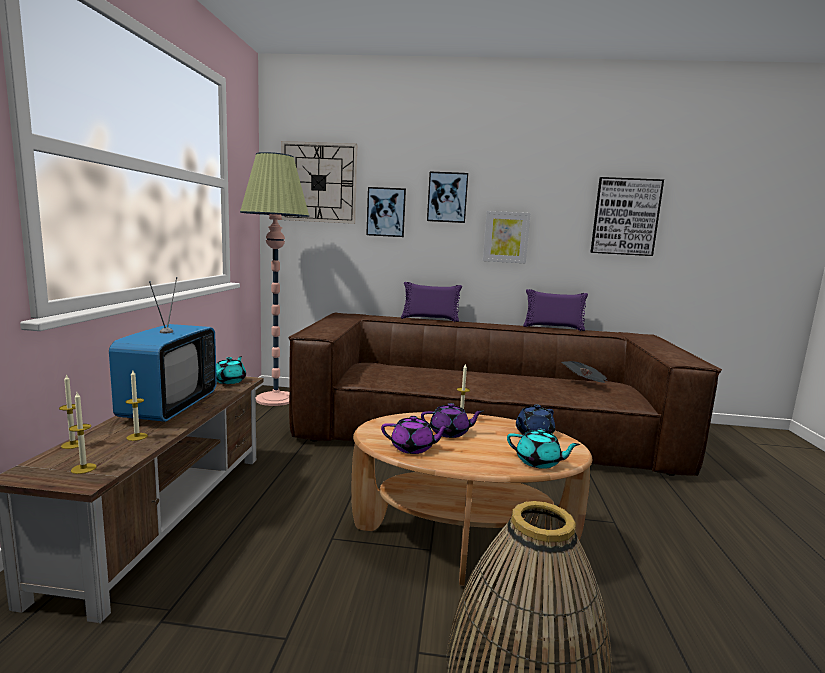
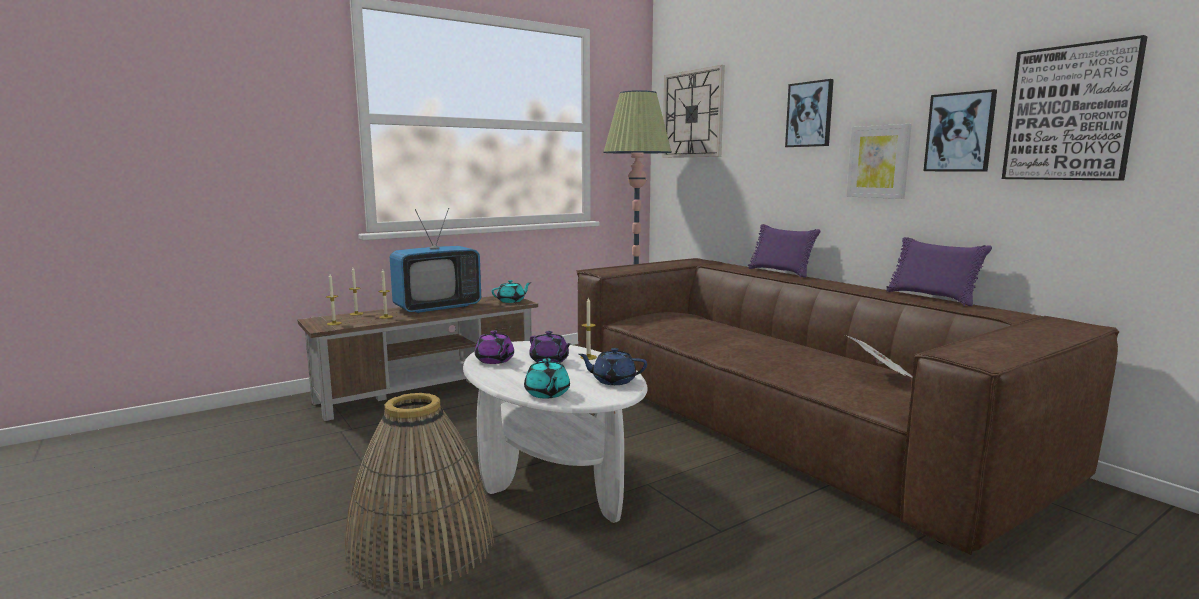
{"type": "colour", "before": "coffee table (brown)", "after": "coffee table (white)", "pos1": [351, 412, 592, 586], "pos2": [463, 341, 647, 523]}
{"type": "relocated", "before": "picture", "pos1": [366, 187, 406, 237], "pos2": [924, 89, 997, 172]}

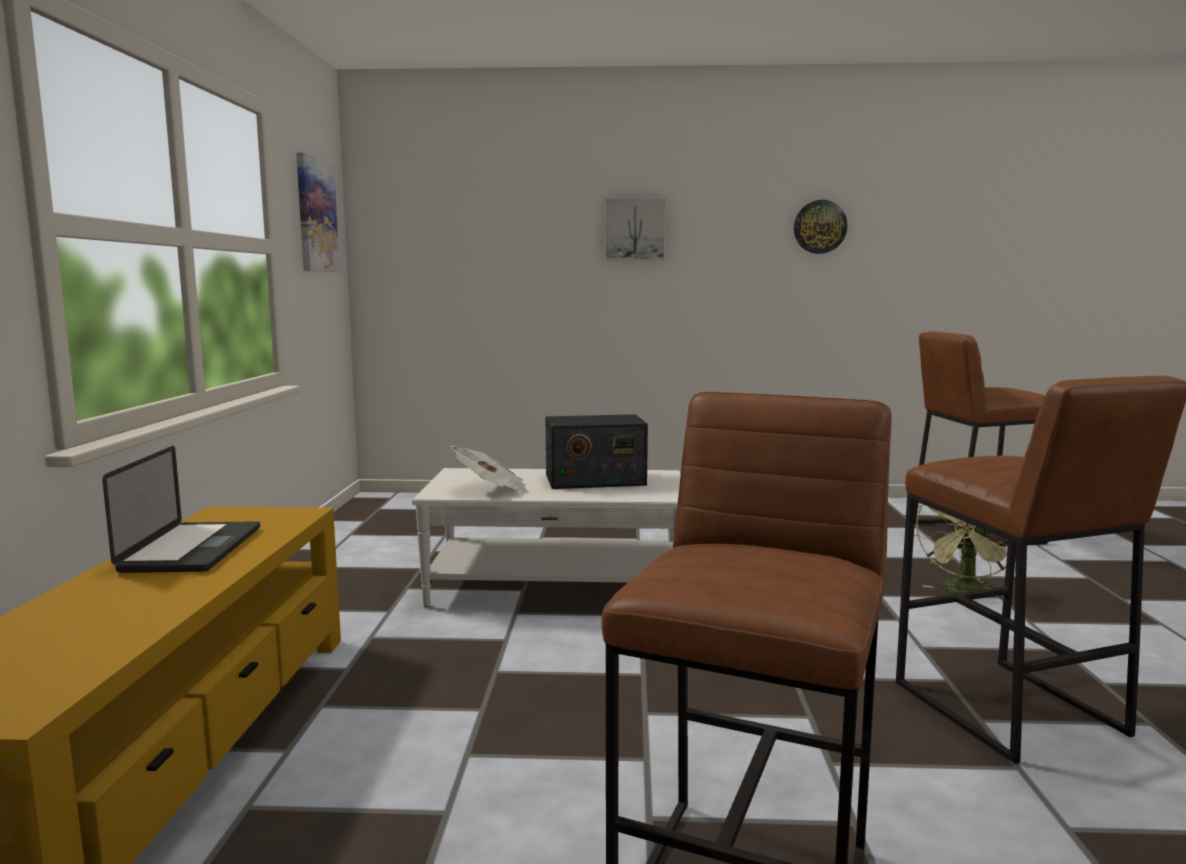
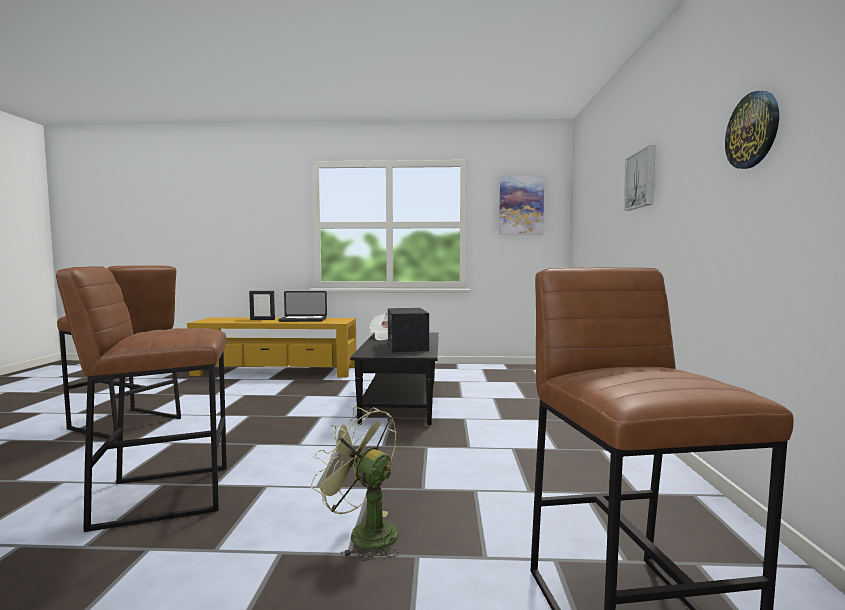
{"type": "appeared", "after": "picture frame", "pos2": [249, 291, 275, 320]}
{"type": "colour", "before": "coffee table (white)", "after": "coffee table (black)", "pos1": [412, 468, 681, 608], "pos2": [350, 332, 439, 426]}

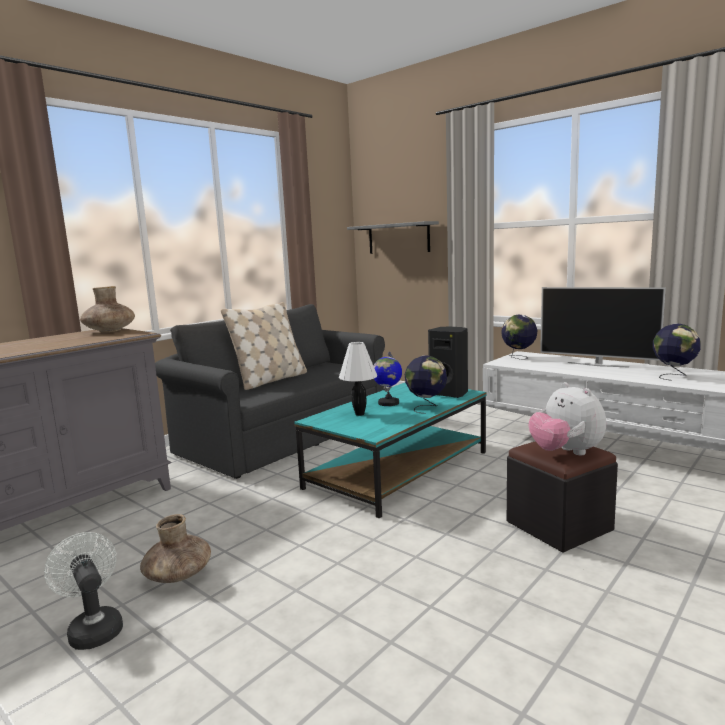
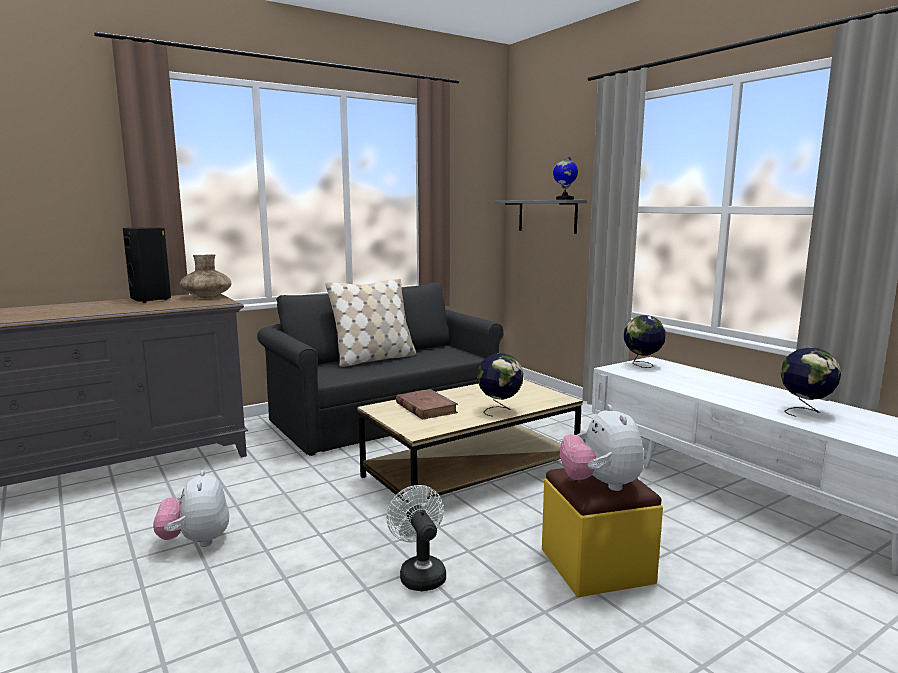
{"type": "relocated", "before": "speaker (black)", "pos1": [428, 327, 468, 398], "pos2": [123, 227, 171, 303]}
{"type": "exchanged", "before": "vase (brown)", "after": "plush toy", "pos1": [140, 514, 211, 583], "pos2": [153, 470, 229, 547]}
{"type": "colour", "before": "coffee table (turquoise)", "after": "coffee table (beige)", "pos1": [294, 383, 487, 518], "pos2": [357, 380, 583, 504]}
{"type": "relocated", "before": "fan (white)", "pos1": [44, 532, 123, 650], "pos2": [386, 485, 446, 591]}
{"type": "exchanged", "before": "table lamp (white)", "after": "book (brown)", "pos1": [339, 342, 377, 416], "pos2": [396, 389, 458, 420]}
{"type": "colour", "before": "ottoman (black)", "after": "ottoman (yellow)", "pos1": [507, 441, 618, 553], "pos2": [542, 468, 663, 597]}
{"type": "relocated", "before": "globe", "pos1": [373, 352, 402, 406], "pos2": [553, 156, 578, 200]}
{"type": "missing", "before": "television", "pos1": [540, 287, 666, 367]}

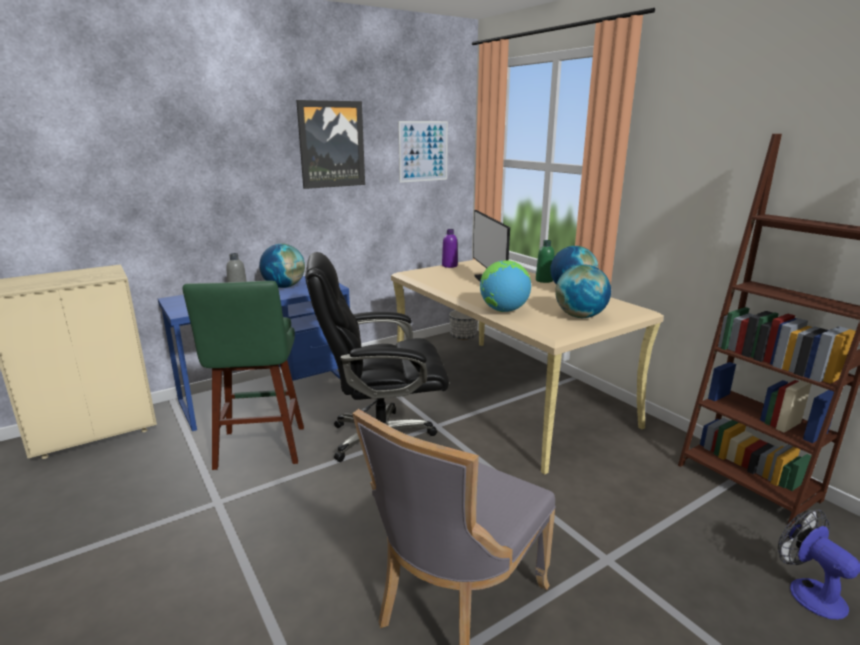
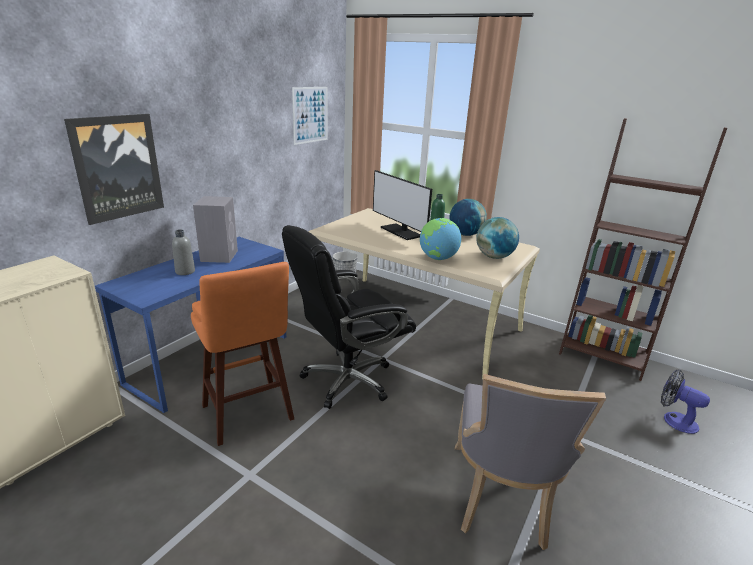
{"type": "relocated", "before": "picture", "pos1": [296, 100, 365, 189], "pos2": [64, 114, 164, 225]}
{"type": "colour", "before": "stool (green)", "after": "stool (orange)", "pos1": [183, 281, 304, 470], "pos2": [191, 262, 294, 446]}
{"type": "exchanged", "before": "globe", "after": "speaker (grey)", "pos1": [259, 244, 305, 288], "pos2": [193, 196, 238, 263]}
{"type": "missing", "before": "bottle (purple)", "pos1": [442, 229, 458, 268]}

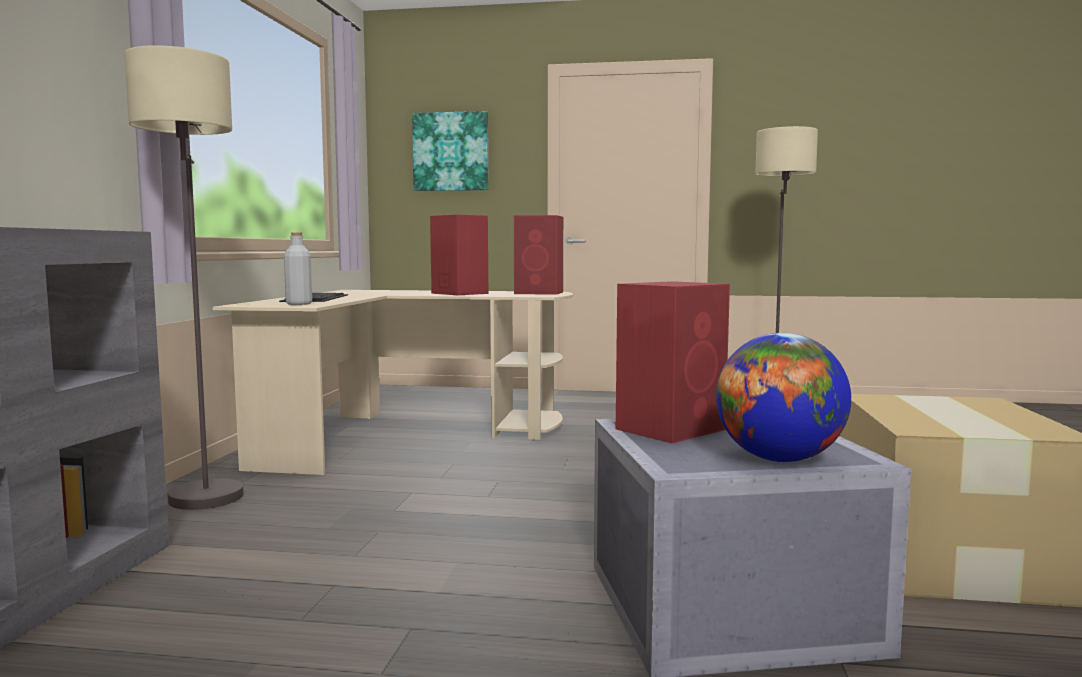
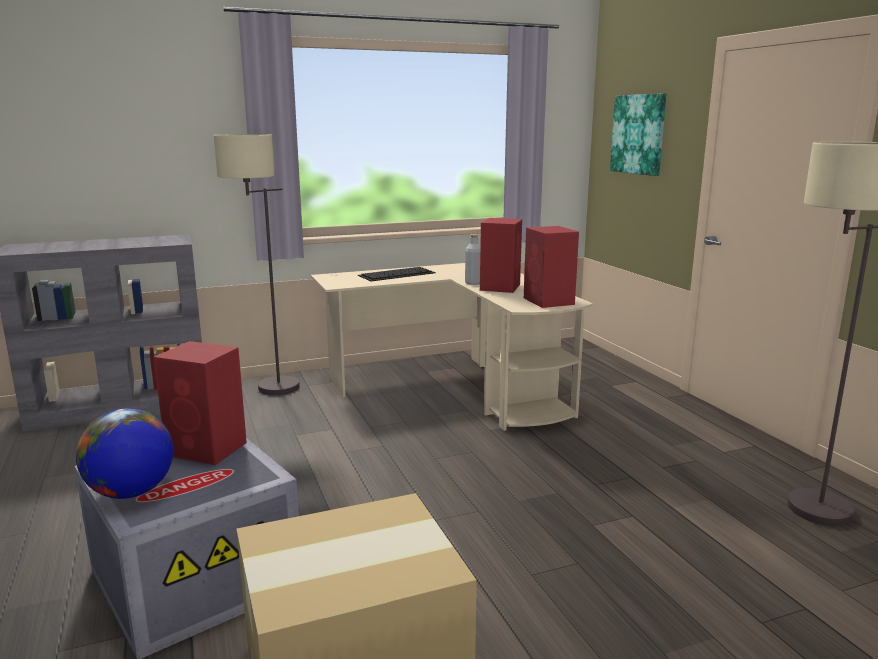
{"type": "relocated", "before": "bottle (grey)", "pos1": [284, 232, 312, 305], "pos2": [465, 234, 480, 285]}

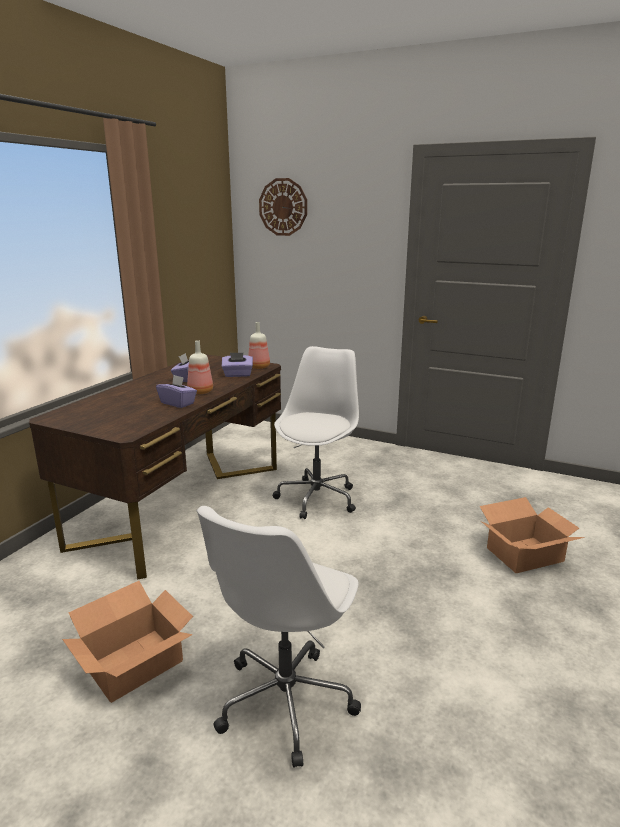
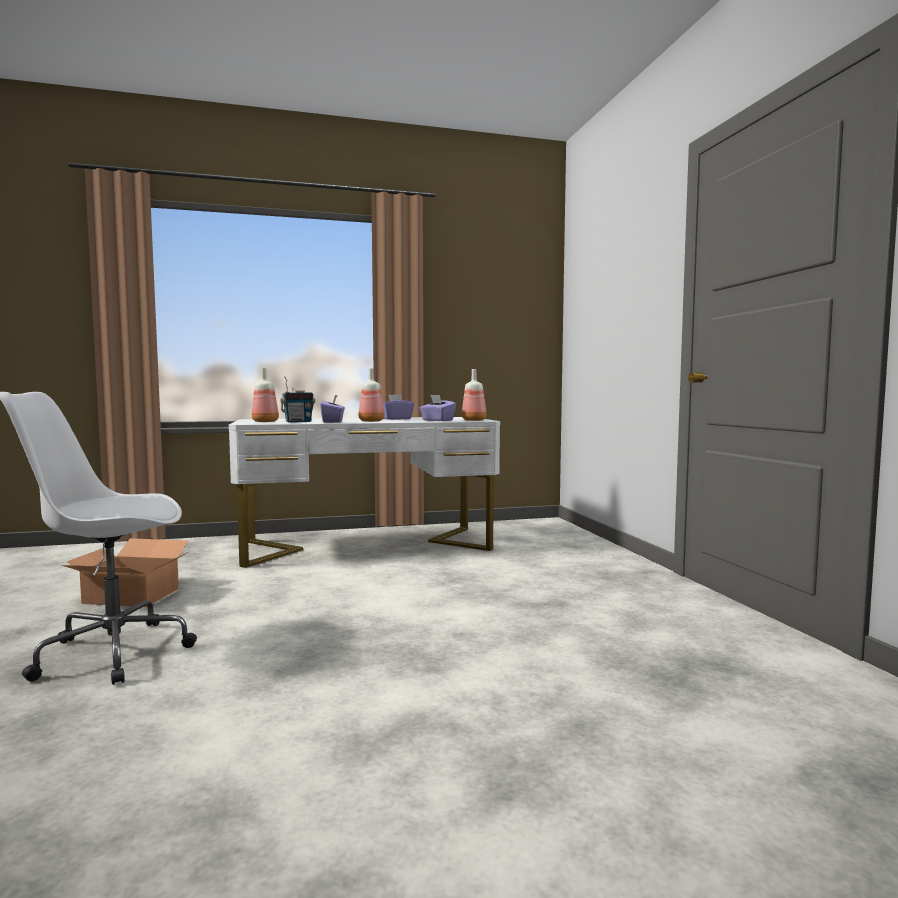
{"type": "colour", "before": "desk (brown)", "after": "desk (white)", "pos1": [29, 354, 281, 580], "pos2": [229, 417, 500, 568]}
{"type": "appeared", "after": "bottle", "pos2": [252, 368, 279, 422]}
{"type": "appeared", "after": "radio", "pos2": [281, 376, 315, 423]}
{"type": "missing", "before": "wall clock", "pos1": [259, 178, 307, 236]}
{"type": "missing", "before": "office chair (white)", "pos1": [273, 346, 359, 519]}
{"type": "missing", "before": "cardboard box", "pos1": [480, 497, 586, 573]}

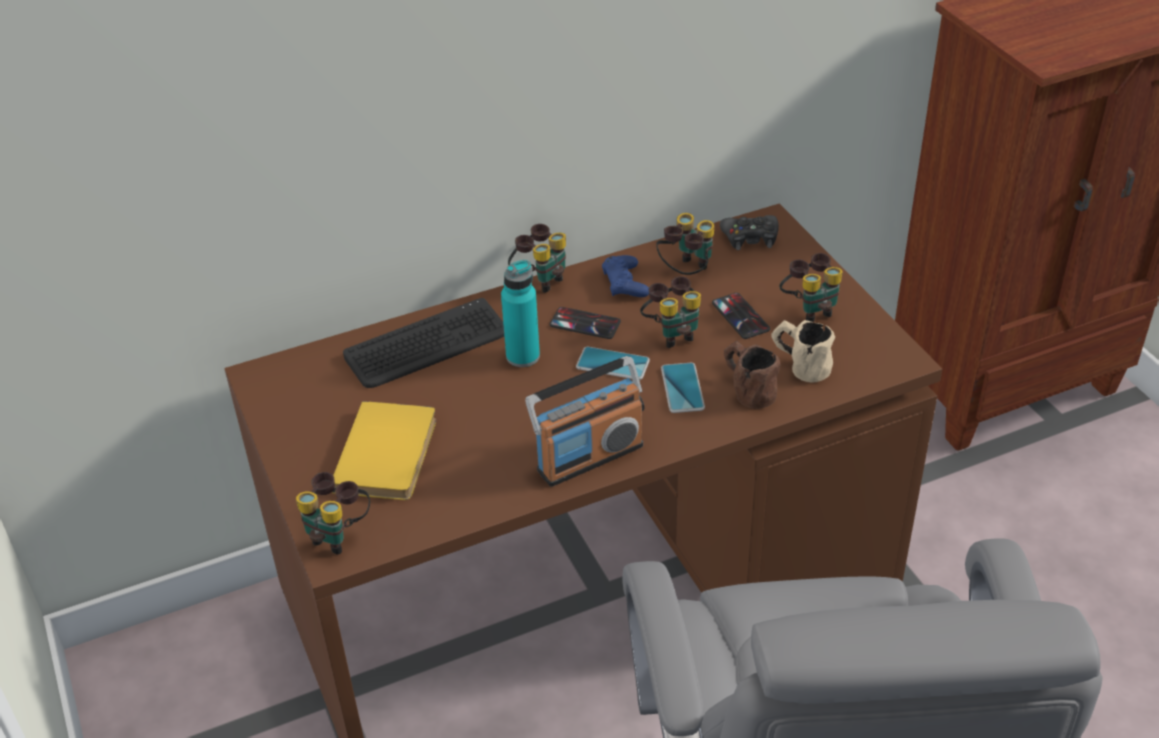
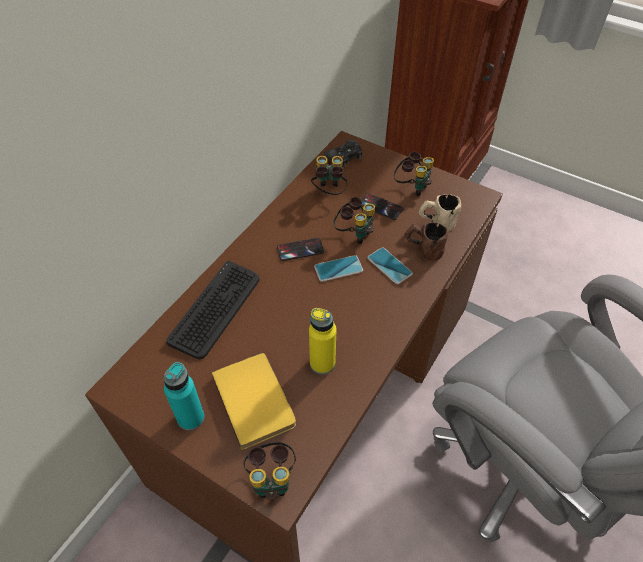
{"type": "relocated", "before": "bottle (turquoise)", "pos1": [501, 260, 540, 367], "pos2": [164, 362, 205, 430]}
{"type": "appeared", "after": "bottle (yellow)", "pos2": [309, 308, 337, 374]}
{"type": "missing", "before": "binoculars", "pos1": [508, 224, 566, 293]}
{"type": "missing", "before": "radio", "pos1": [525, 356, 645, 487]}
{"type": "missing", "before": "game controller (blue)", "pos1": [602, 255, 649, 297]}

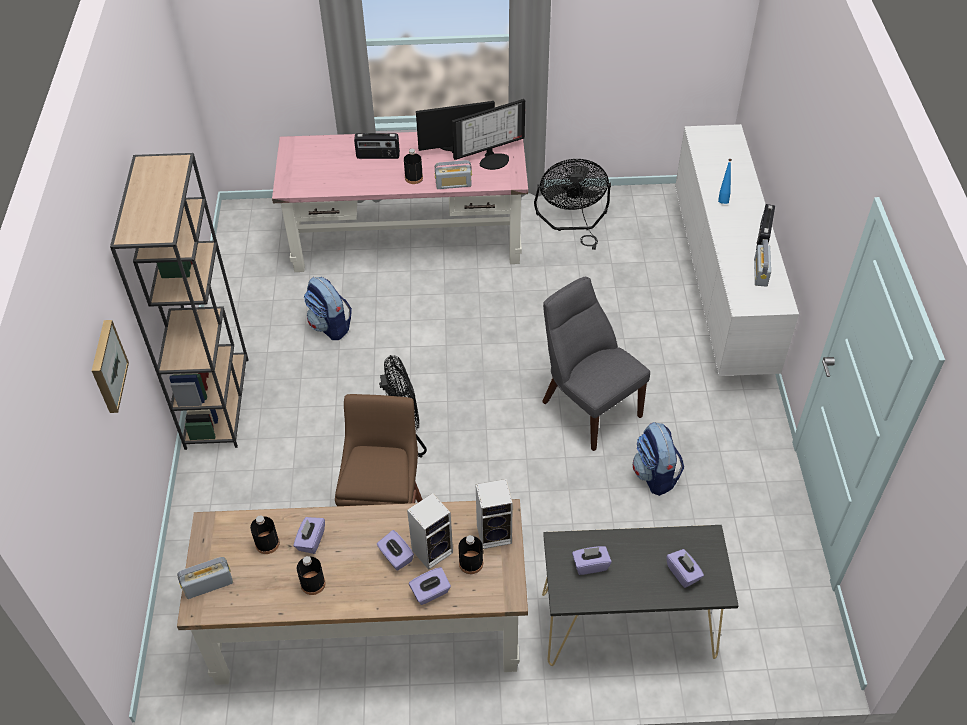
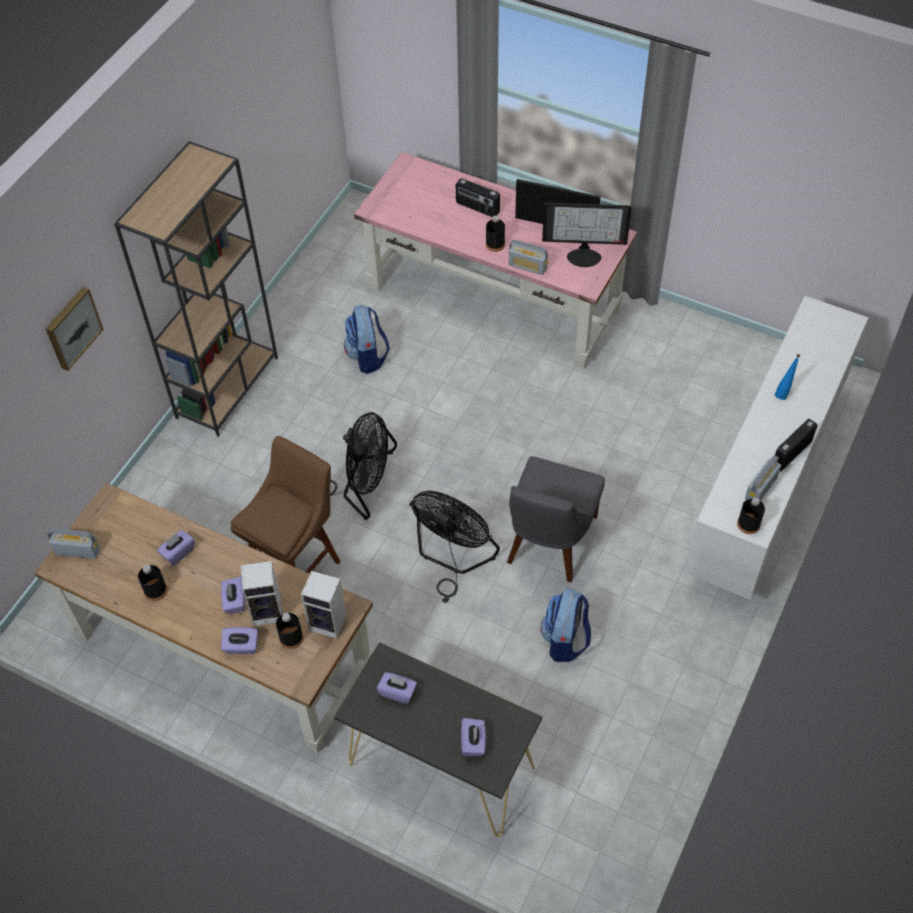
{"type": "relocated", "before": "fan (black)", "pos1": [534, 159, 611, 250], "pos2": [409, 491, 500, 603]}
{"type": "spun", "before": "chair (grey)", "pos1": [542, 277, 650, 451], "pos2": [507, 456, 605, 582], "turn": -150}
{"type": "relocated", "before": "bottle (black)", "pos1": [250, 515, 280, 554], "pos2": [737, 497, 765, 534]}

